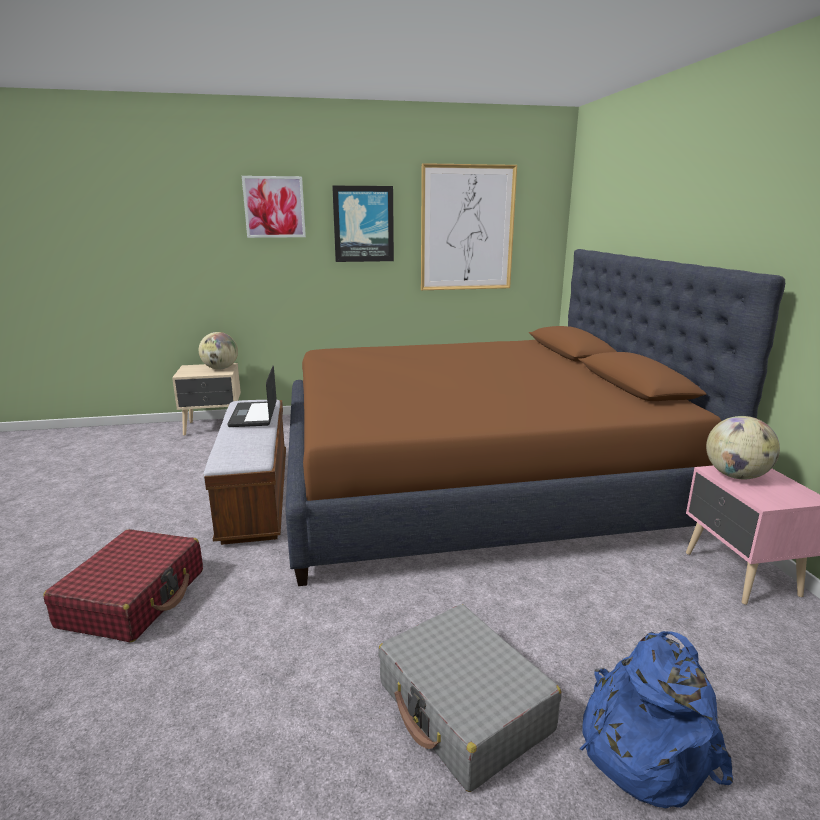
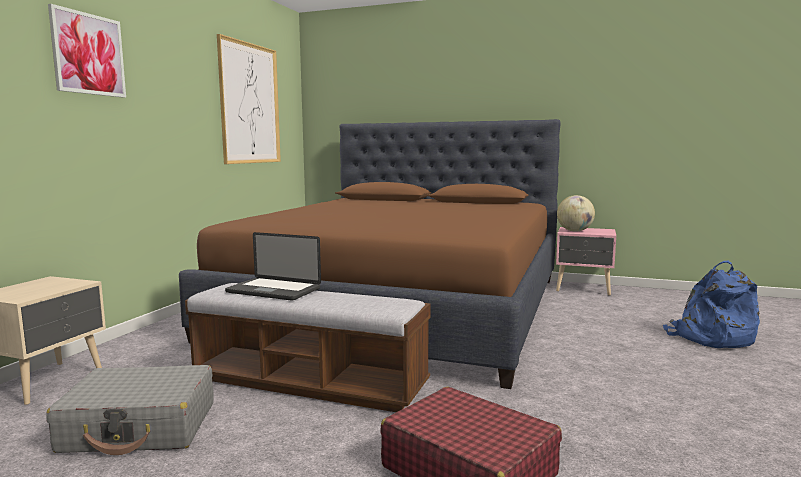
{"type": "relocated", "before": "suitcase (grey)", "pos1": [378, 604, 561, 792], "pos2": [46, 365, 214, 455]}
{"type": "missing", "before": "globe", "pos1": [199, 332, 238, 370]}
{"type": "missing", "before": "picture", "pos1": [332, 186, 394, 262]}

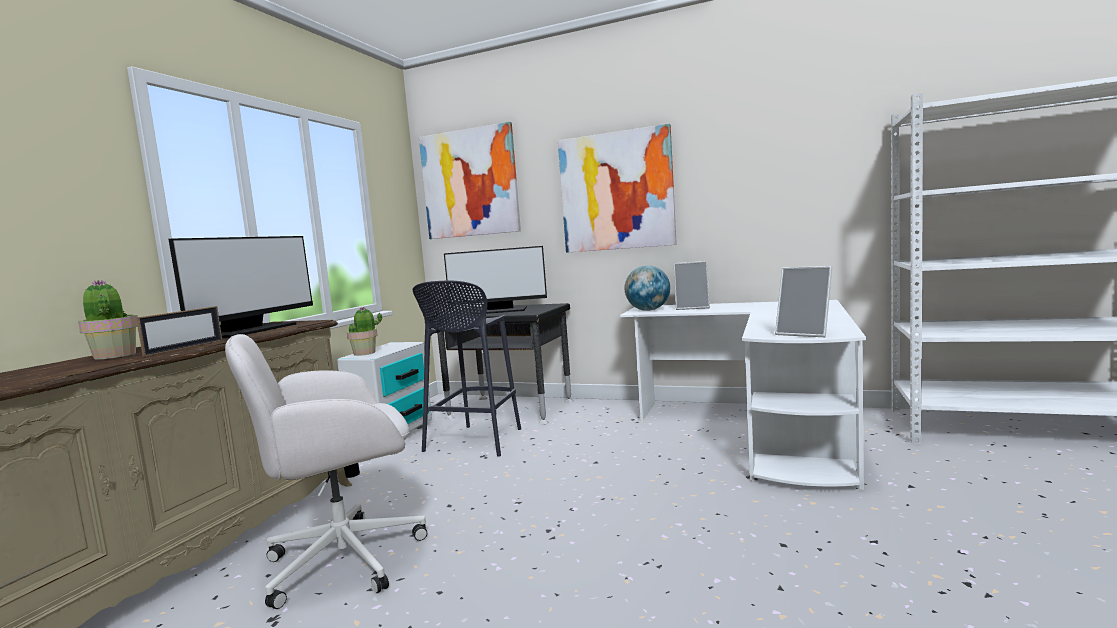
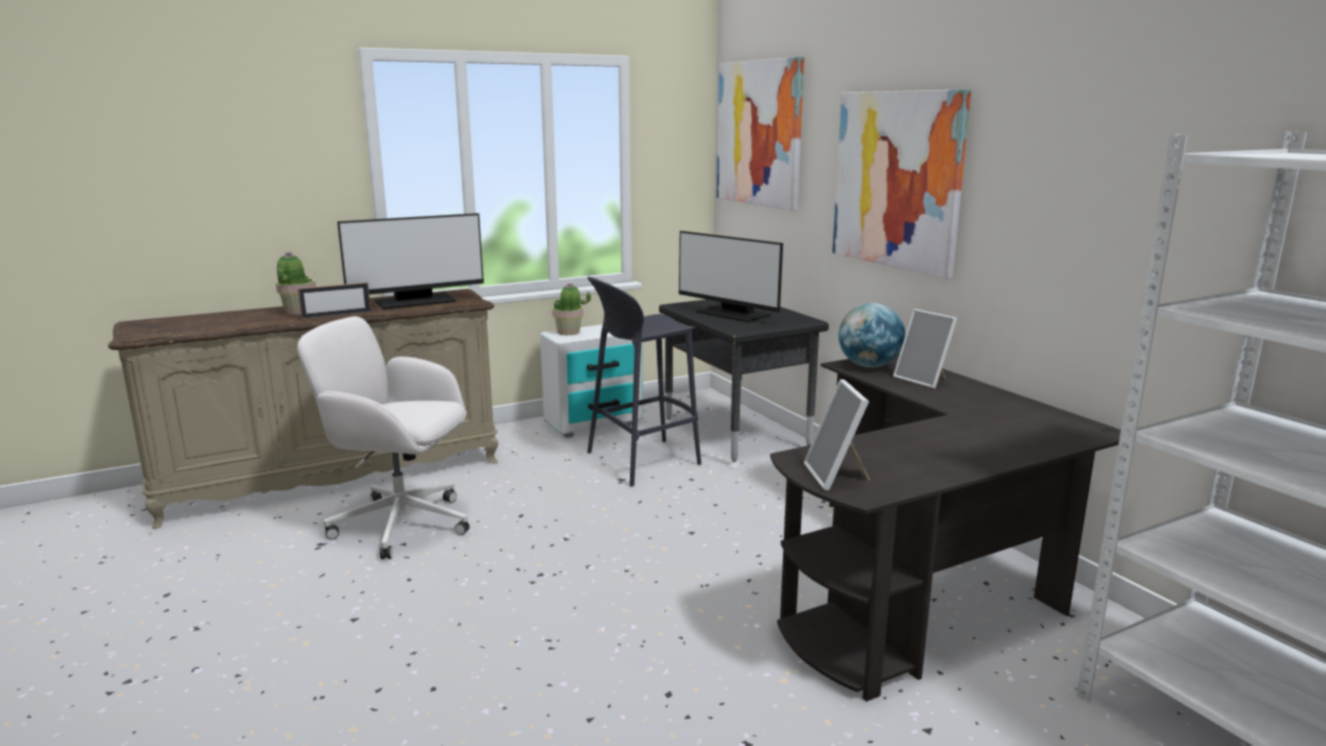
{"type": "colour", "before": "desk (white)", "after": "desk (black)", "pos1": [620, 300, 866, 490], "pos2": [770, 354, 1121, 702]}

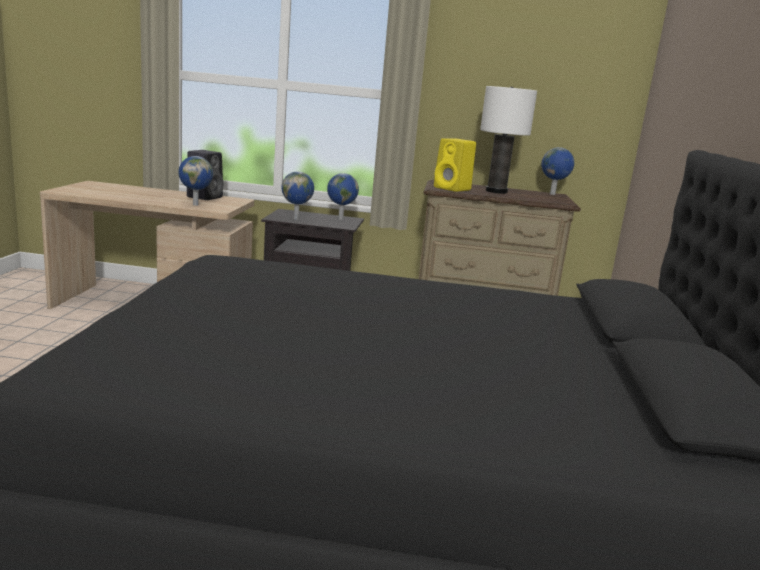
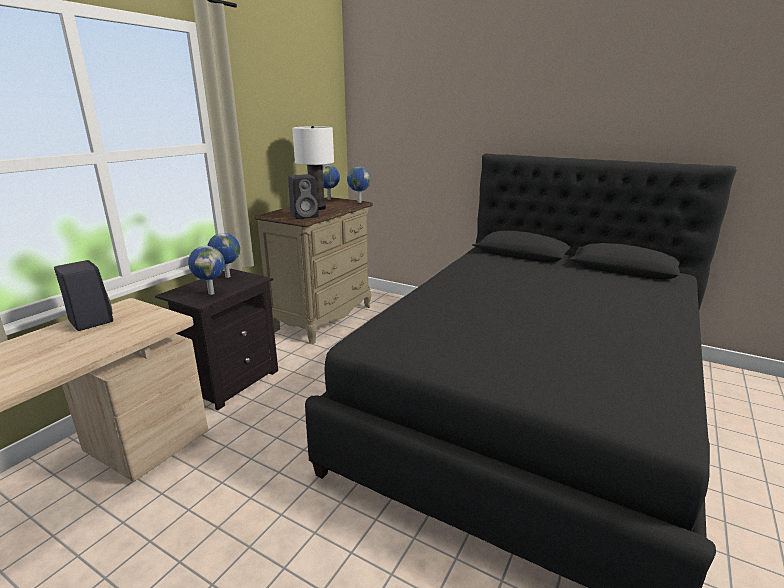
{"type": "colour", "before": "speaker (yellow)", "after": "speaker (black)", "pos1": [434, 138, 476, 192], "pos2": [288, 174, 319, 219]}
{"type": "relocated", "before": "globe", "pos1": [178, 156, 213, 206], "pos2": [347, 167, 371, 203]}

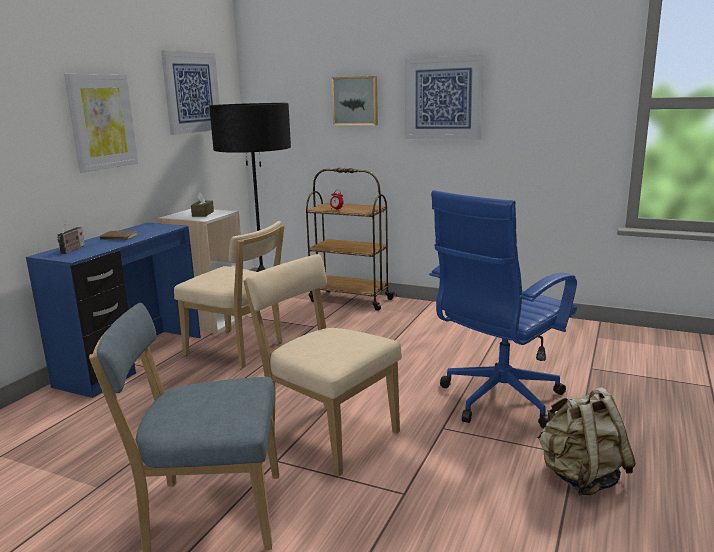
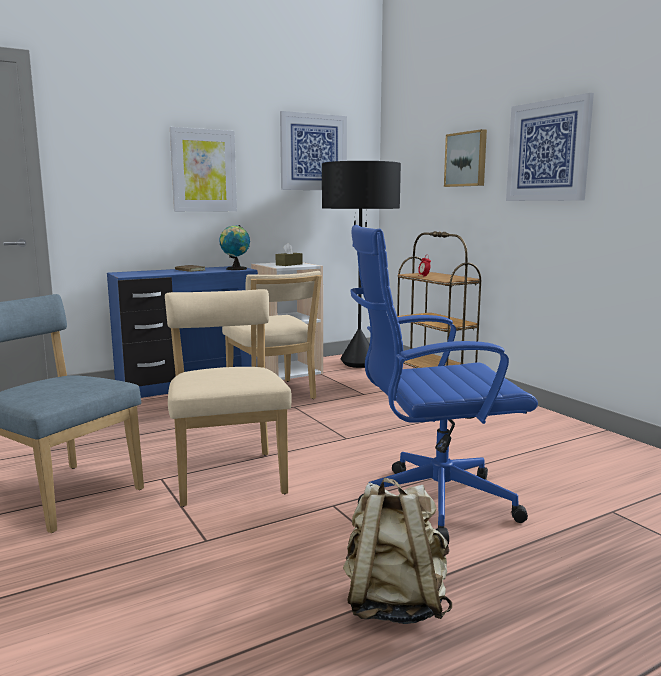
{"type": "appeared", "after": "globe", "pos2": [219, 225, 250, 270]}
{"type": "missing", "before": "radio", "pos1": [57, 221, 85, 254]}

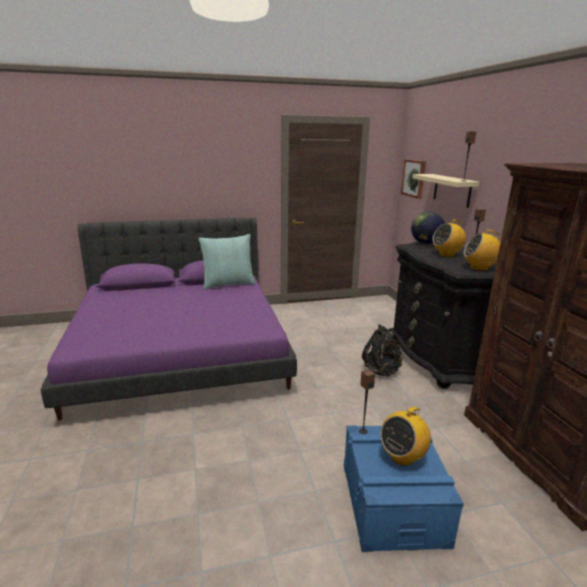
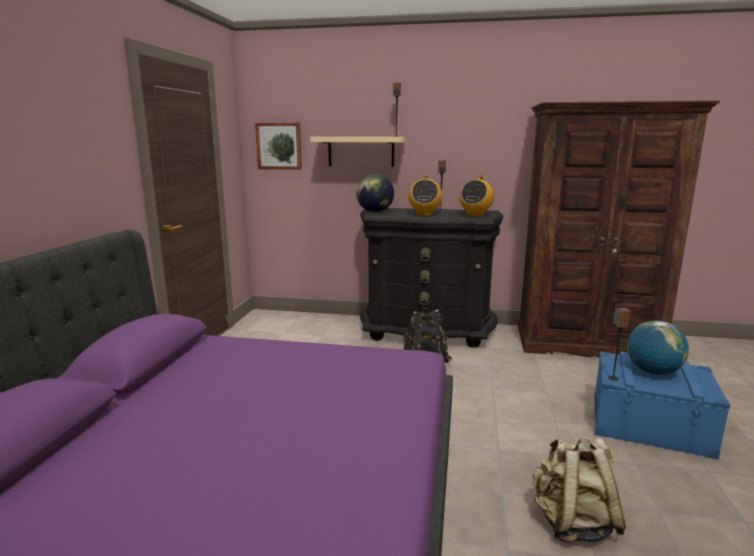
{"type": "appeared", "after": "backpack (beige)", "pos2": [533, 438, 626, 543]}
{"type": "exchanged", "before": "radio", "after": "globe", "pos1": [380, 404, 431, 466], "pos2": [627, 321, 689, 375]}
{"type": "missing", "before": "pillow", "pos1": [198, 234, 256, 289]}

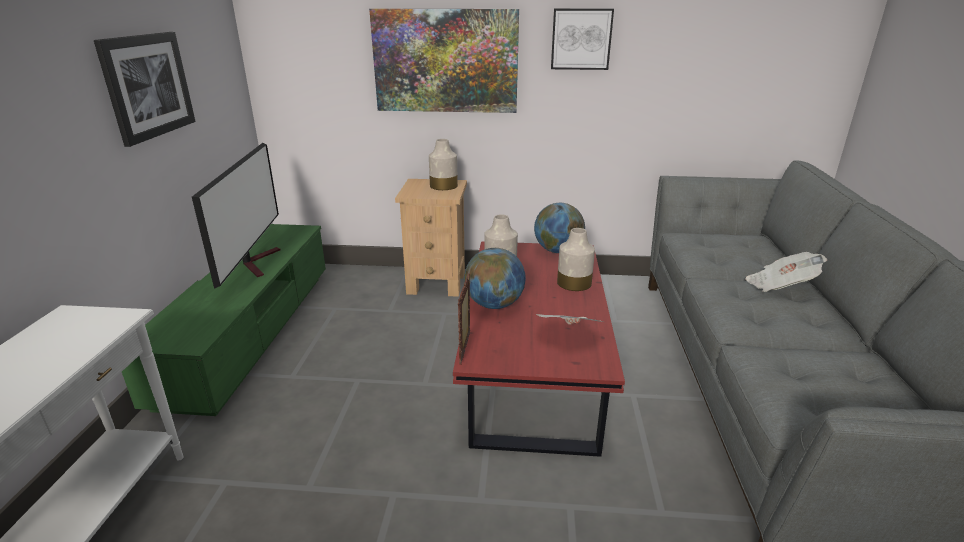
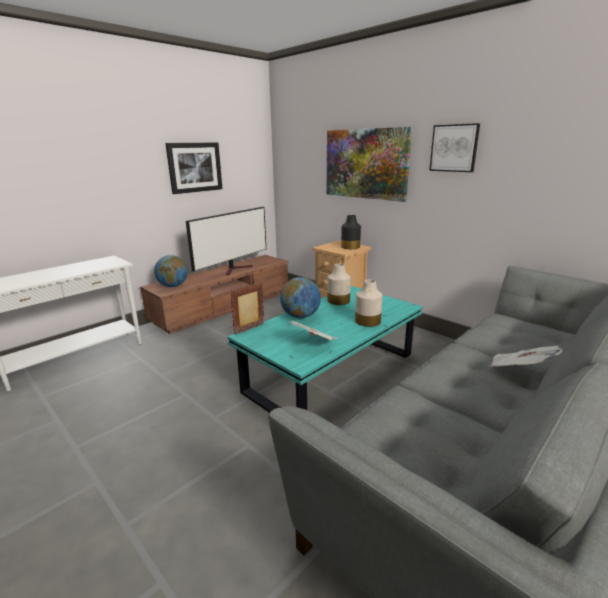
{"type": "colour", "before": "tv stand (green)", "after": "tv stand (brown)", "pos1": [122, 224, 326, 416], "pos2": [140, 255, 288, 334]}
{"type": "relocated", "before": "globe", "pos1": [534, 203, 585, 253], "pos2": [154, 255, 188, 287]}
{"type": "colour", "before": "coffee table (red)", "after": "coffee table (turquoise)", "pos1": [453, 241, 625, 457], "pos2": [227, 286, 423, 413]}
{"type": "colour", "before": "vase (beige)", "after": "vase (black)", "pos1": [429, 139, 458, 190], "pos2": [341, 215, 361, 249]}

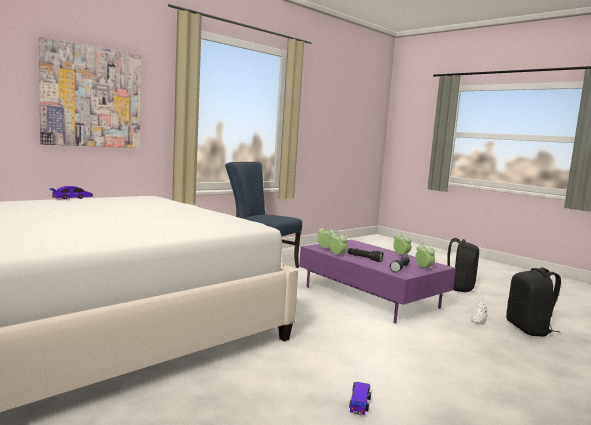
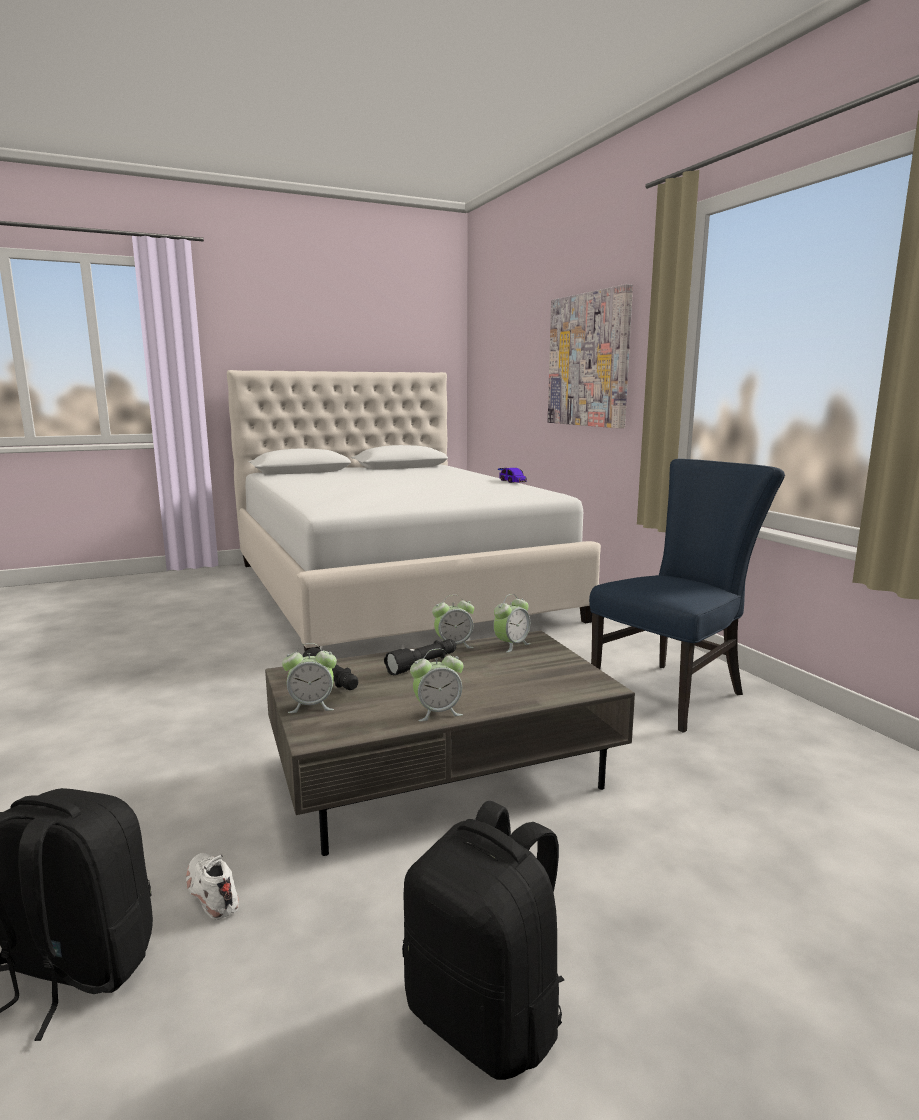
{"type": "colour", "before": "coffee table (purple)", "after": "coffee table (grey)", "pos1": [299, 240, 456, 324], "pos2": [265, 631, 635, 856]}
{"type": "missing", "before": "toy car", "pos1": [349, 382, 371, 415]}

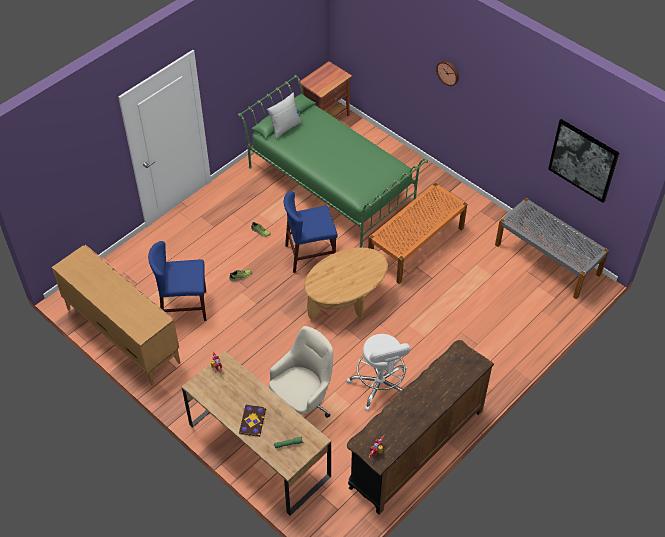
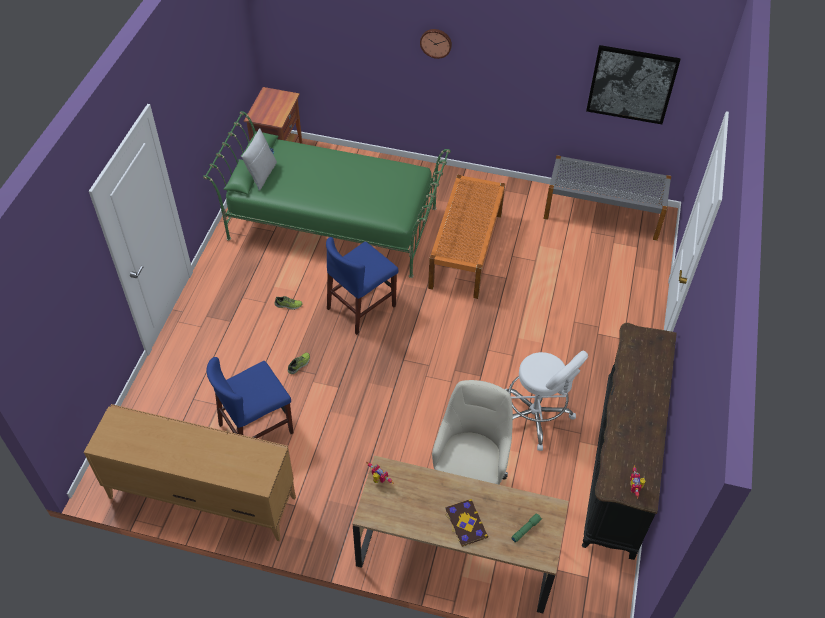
{"type": "missing", "before": "coffee table (brown)", "pos1": [304, 248, 388, 319]}

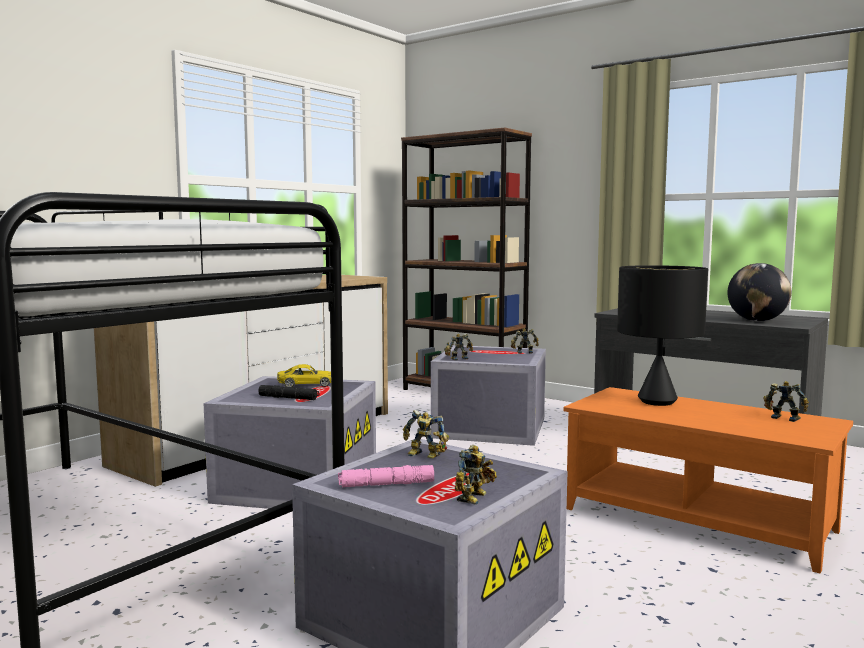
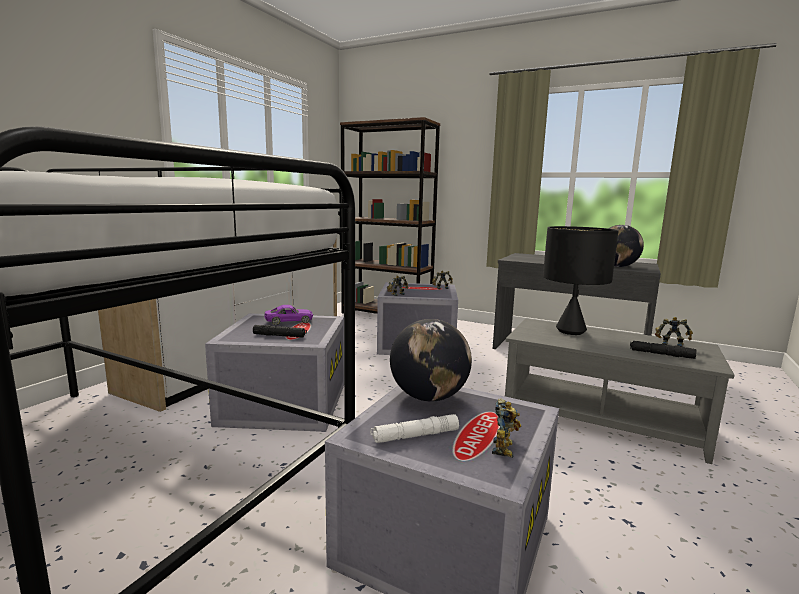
{"type": "colour", "before": "toy car (yellow)", "after": "toy car (purple)", "pos1": [277, 364, 331, 387], "pos2": [265, 305, 313, 325]}
{"type": "colour", "before": "flashlight (pink)", "after": "flashlight (white)", "pos1": [338, 465, 434, 487], "pos2": [370, 414, 459, 443]}
{"type": "exchanged", "before": "toy robot", "after": "globe", "pos1": [403, 410, 449, 459], "pos2": [390, 319, 472, 401]}
{"type": "colour", "before": "coffee table (orange)", "after": "coffee table (grey)", "pos1": [563, 387, 853, 574], "pos2": [505, 318, 734, 464]}
{"type": "appeared", "after": "flashlight (black)", "pos2": [630, 341, 697, 359]}

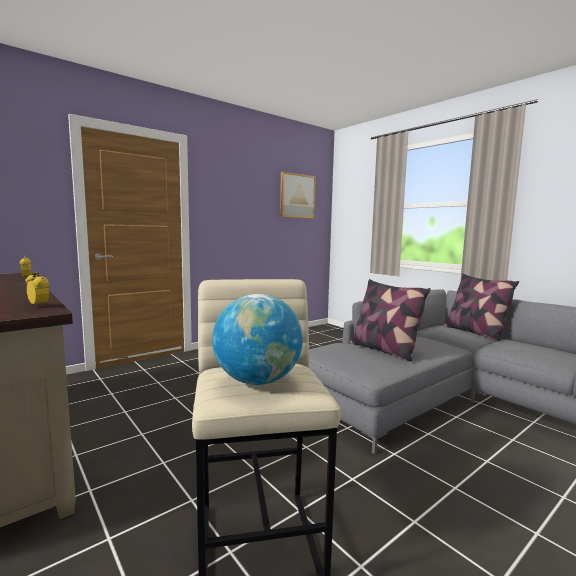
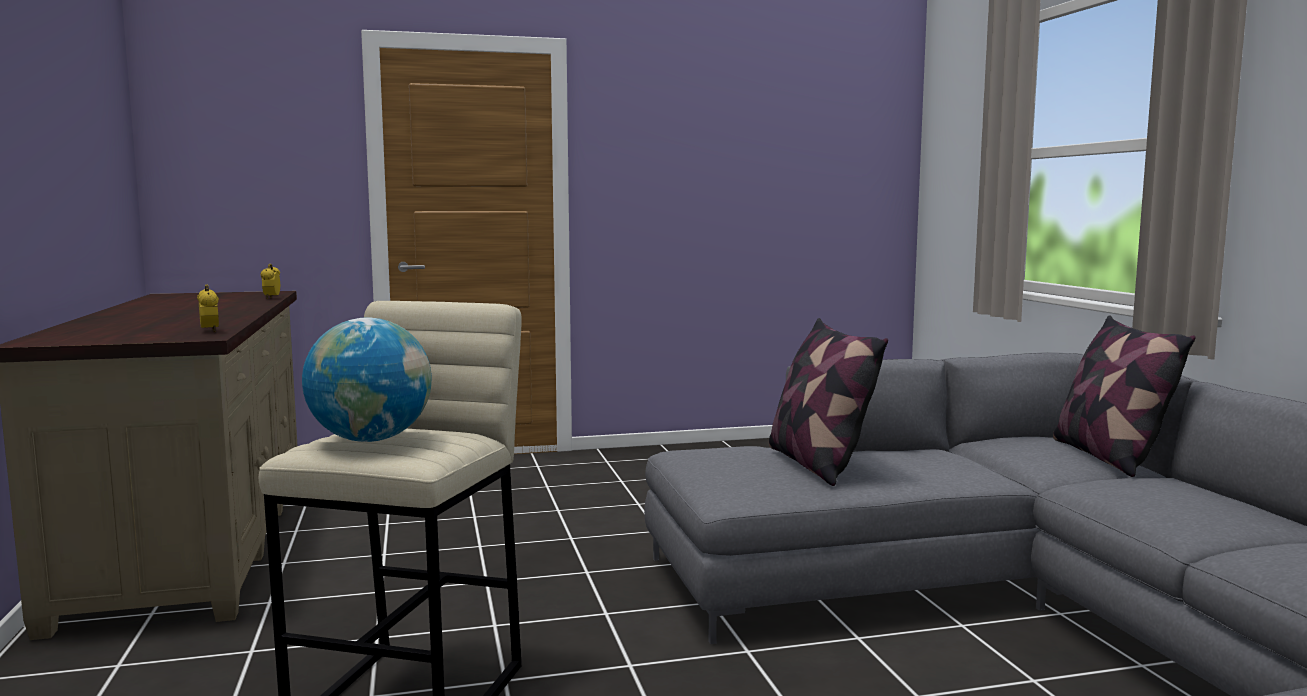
{"type": "missing", "before": "picture", "pos1": [280, 172, 316, 219]}

